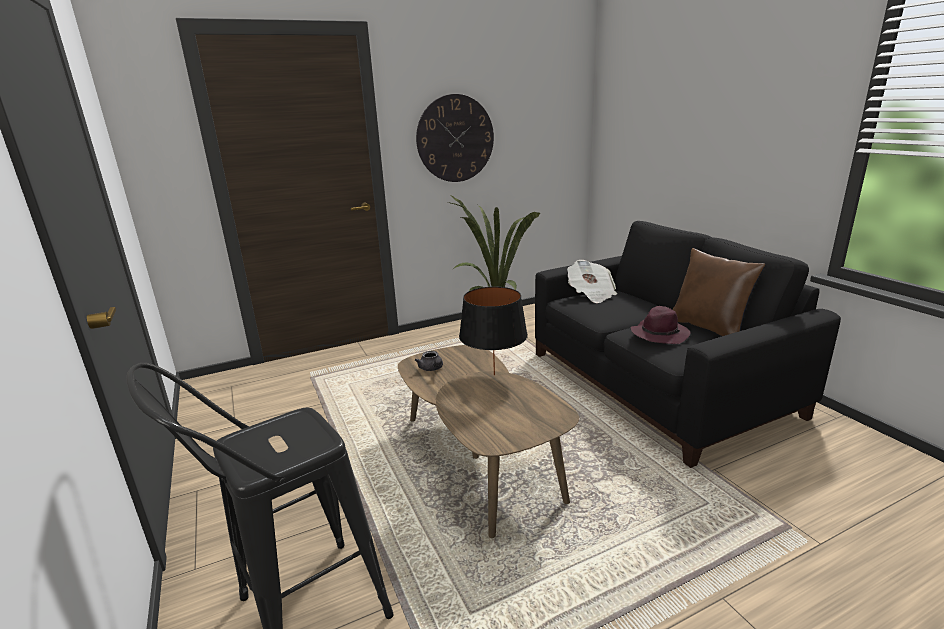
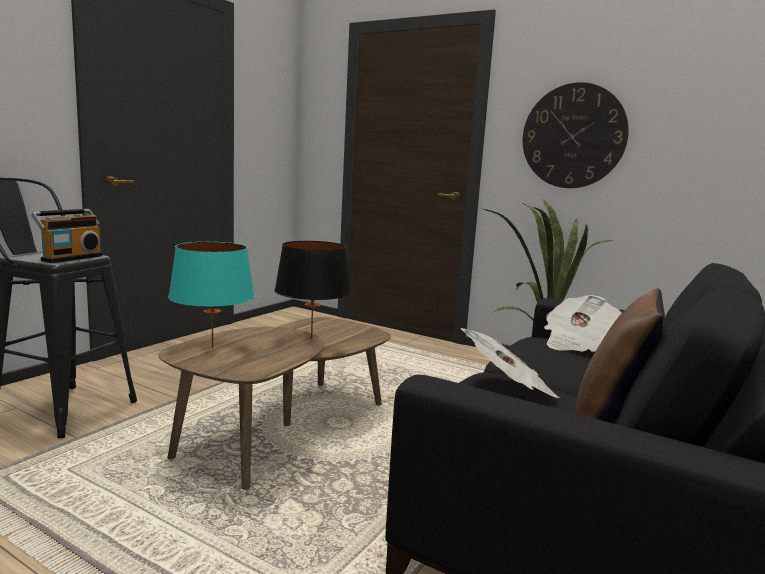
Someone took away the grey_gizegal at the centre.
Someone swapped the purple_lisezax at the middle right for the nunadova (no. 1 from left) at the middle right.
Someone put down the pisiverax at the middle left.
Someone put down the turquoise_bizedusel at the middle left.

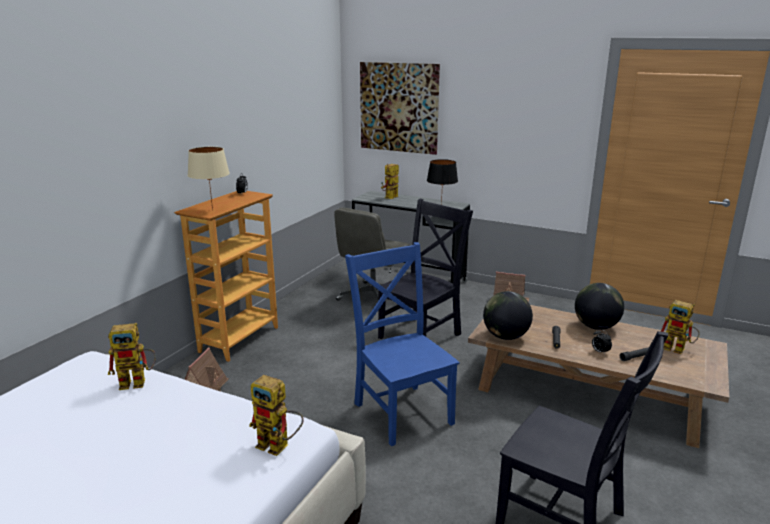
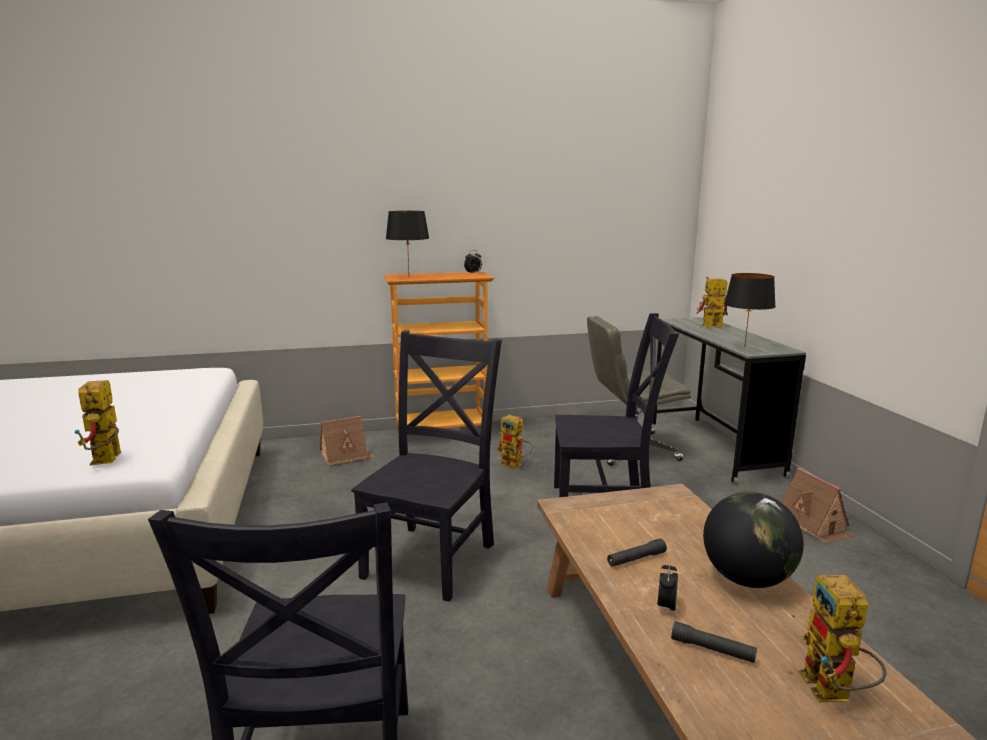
Someone carried the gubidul (no. 1 from left in the first image) from the bottom left to the centre.
Someone repainted the beige_bizedusel at the middle left, which became the black_bizedusel (no. 1 from left) at the top centre.
Someone repainted the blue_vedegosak at the centre, which became the black_vedegosak (no. 2 from left) at the centre.
Someone took away the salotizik at the top centre.
Someone took away the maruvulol (no. 1 from left) at the centre.

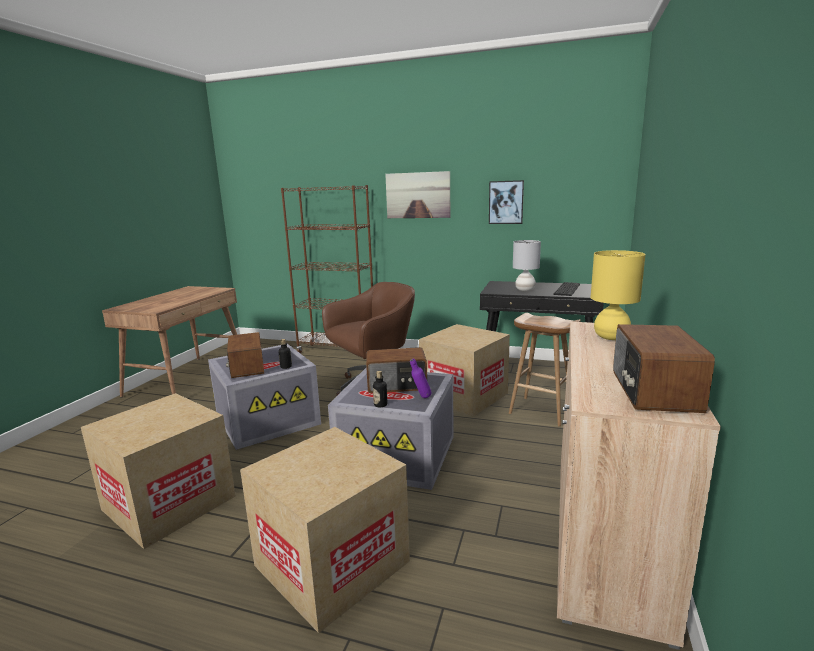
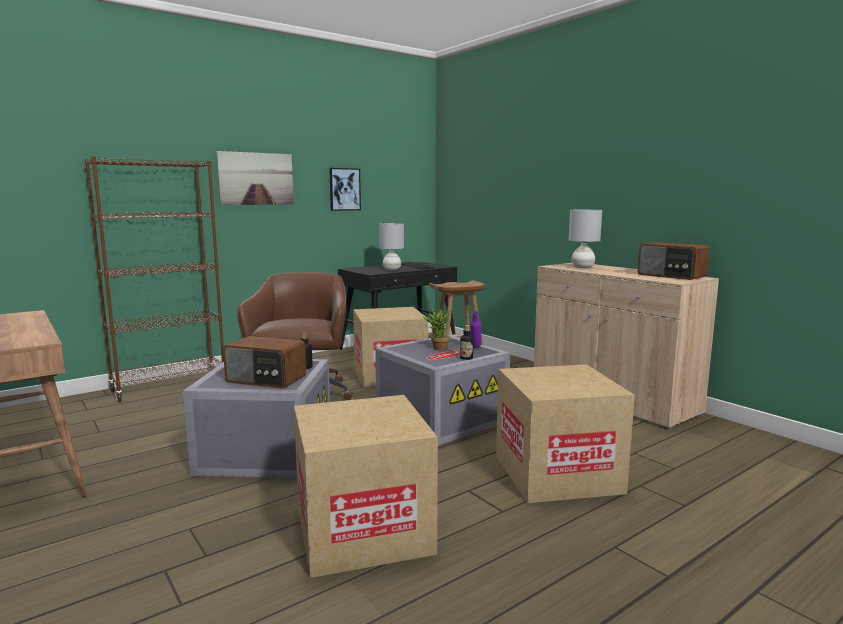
Someone swapped the pisiverax (no. 2 from left) at the centre for the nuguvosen at the centre.
Someone repainted the yellow_bizedusel at the middle right, which became the grey_bizedusel (no. 2 from left) at the middle right.

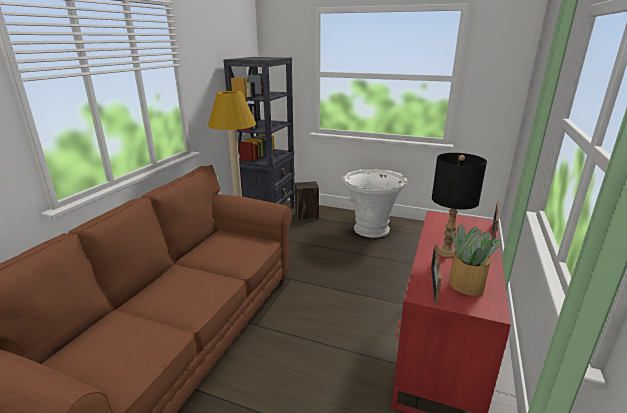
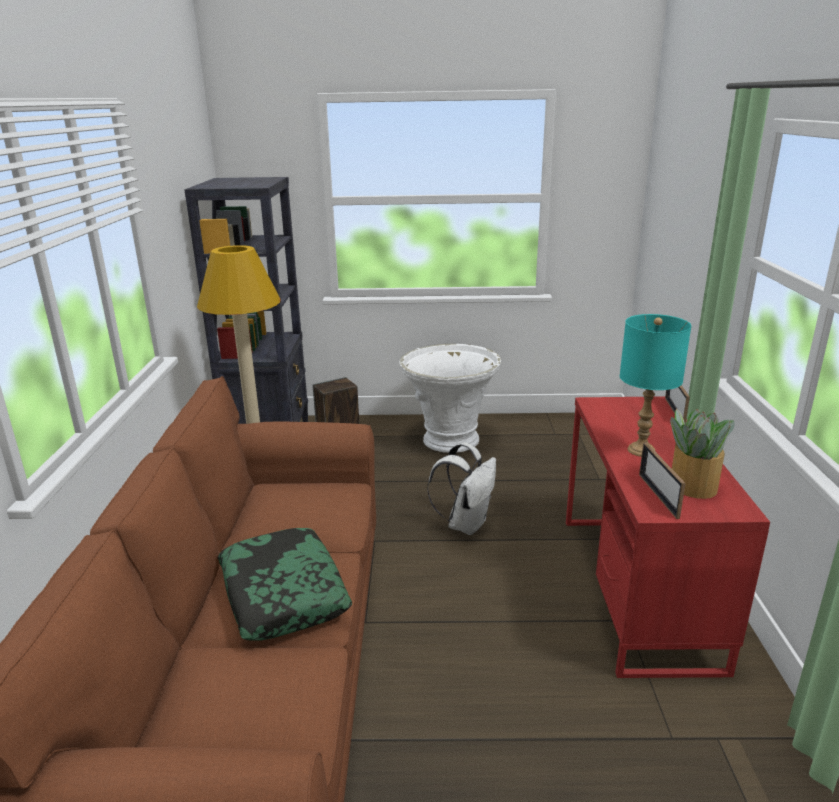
Someone repainted the black_bizedusel at the middle right, which became the turquoise_bizedusel at the middle right.
Someone put down the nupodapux at the bottom centre.
Someone put down the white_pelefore at the centre.

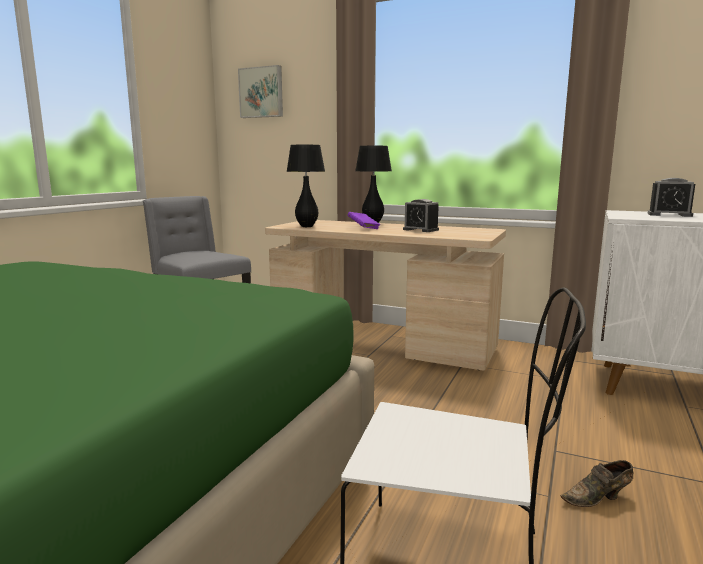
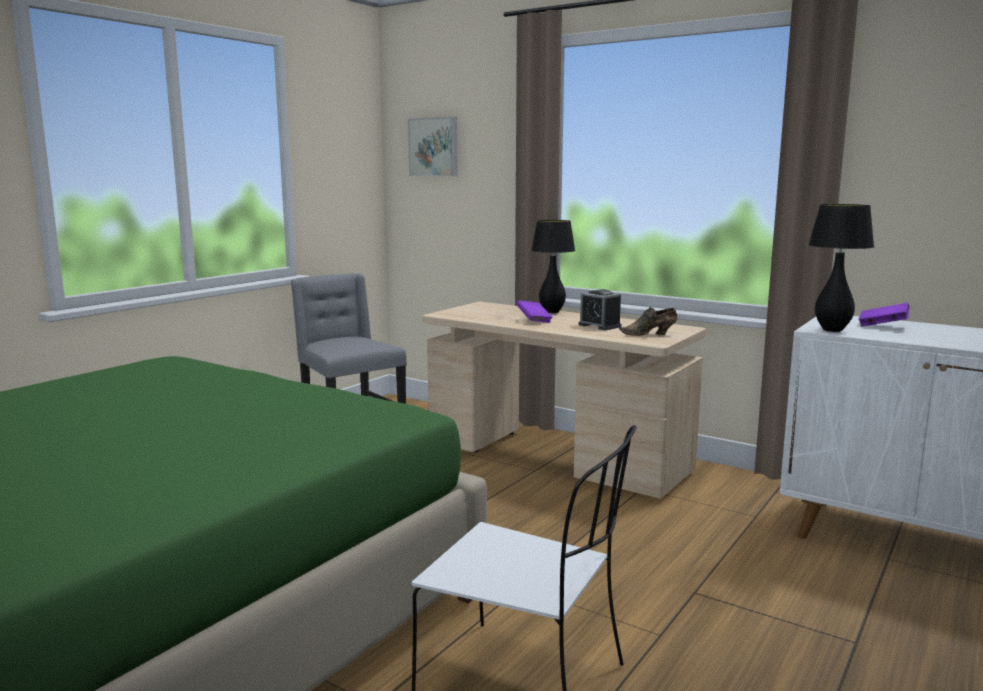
Someone carried the black_bizedusel (no. 1 from left in the first image) from the top centre to the middle right.
Someone carried the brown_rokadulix from the bottom right to the centre.
Someone swapped the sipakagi (no. 2 from left) at the middle right for the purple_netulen (no. 2 from left) at the middle right.

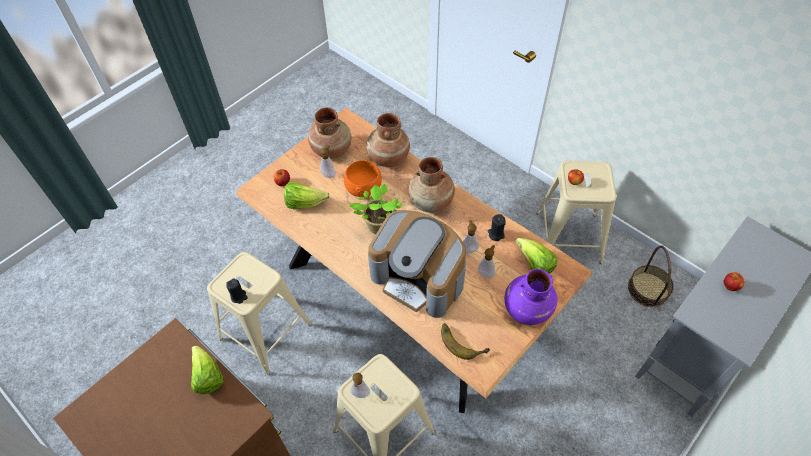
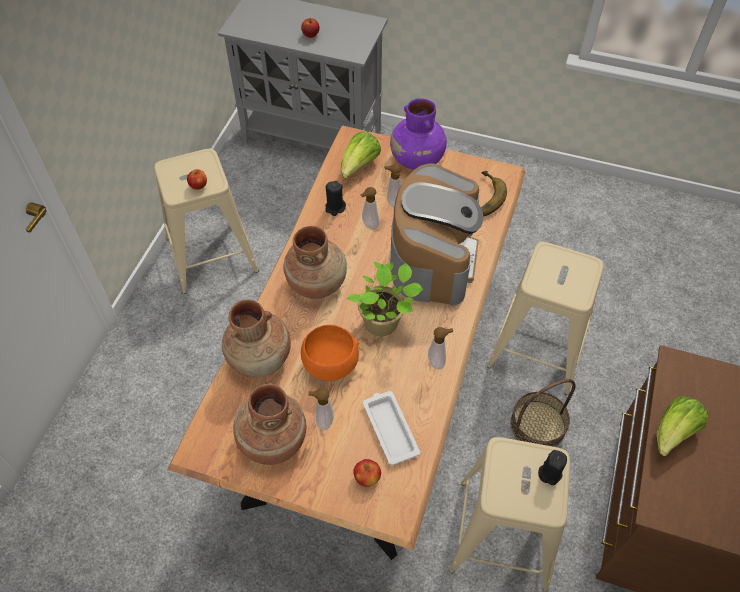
Someone swapped the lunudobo (no. 2 from left) at the centre for the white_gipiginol at the bottom centre.
Someone carried the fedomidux (no. 2 from left in the first image) from the bottom centre to the centre.
Someone carried the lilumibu from the middle right to the bottom right.

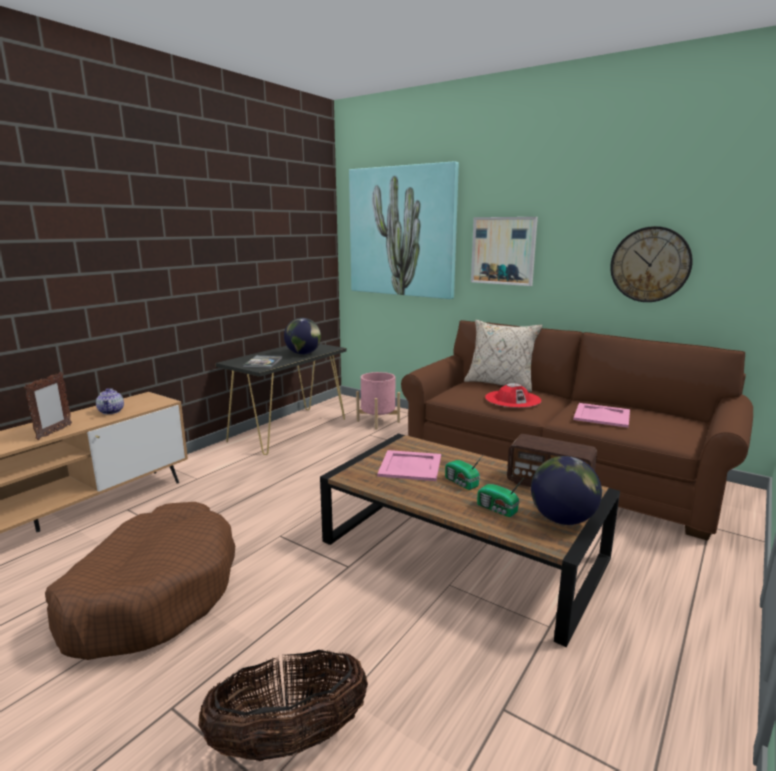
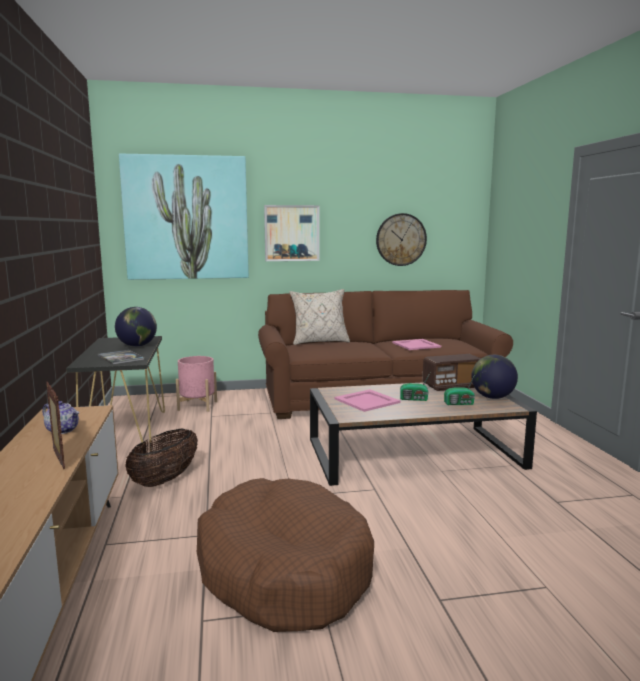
Someone carried the lilumibu from the bottom centre to the bottom left.
Someone took away the red_lisezax at the centre.

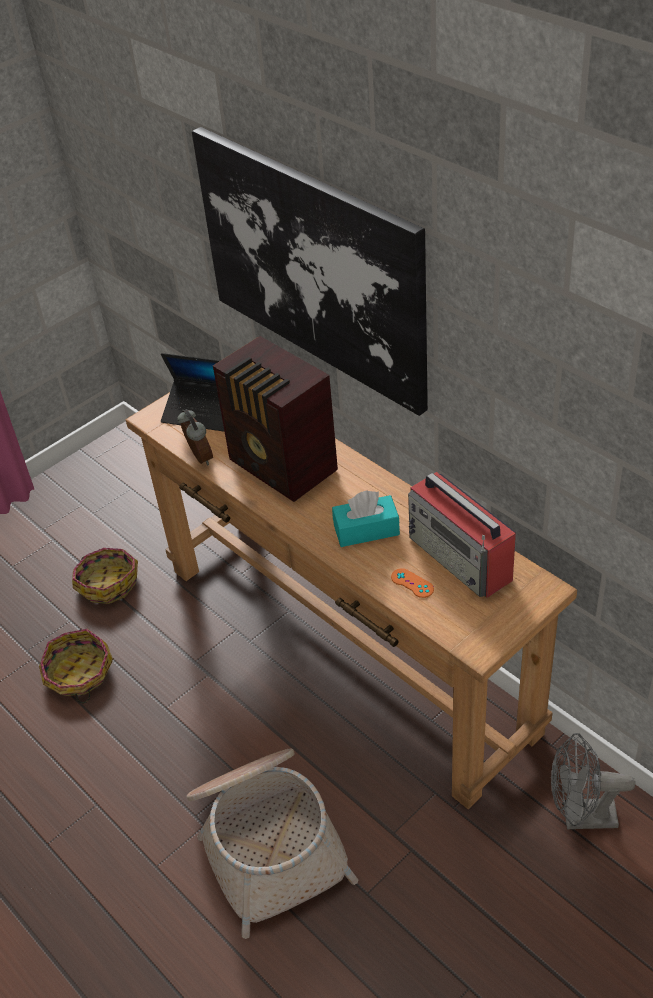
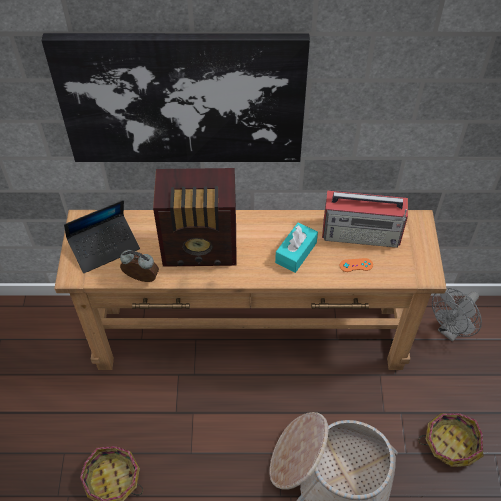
Someone carried the lilumibu (no. 2 from left in the first image) from the middle left to the bottom right.

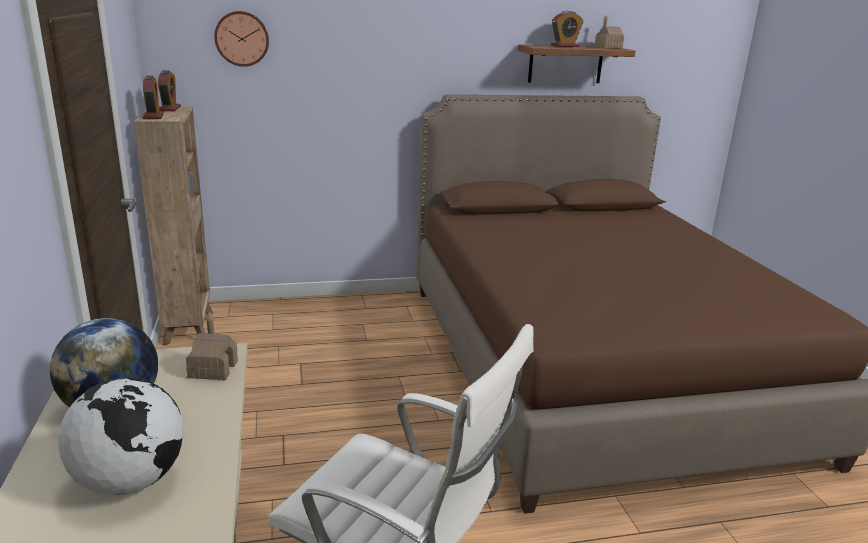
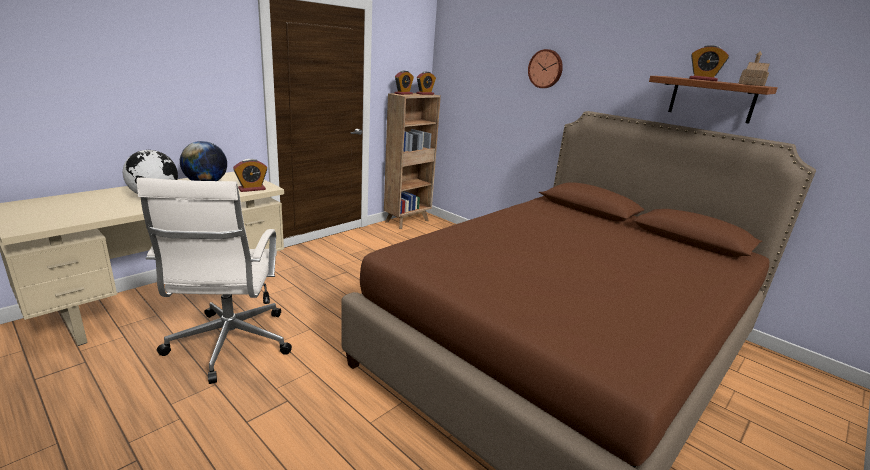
Someone swapped the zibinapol (no. 1 from left) at the middle left for the sipakagi (no. 1 from left) at the middle left.
Someone carried the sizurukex from the top left to the top centre.

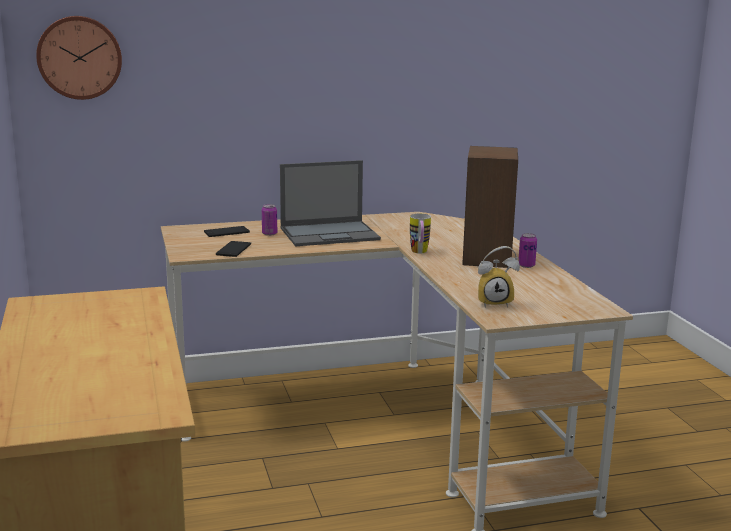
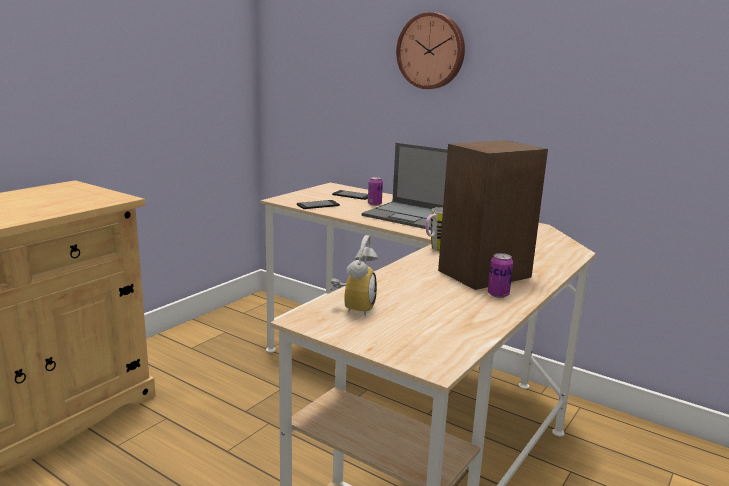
Someone carried the sizurukex from the top left to the top centre.
Someone rotated the sipakagi at the middle right by 120 degrees counterclockwise.

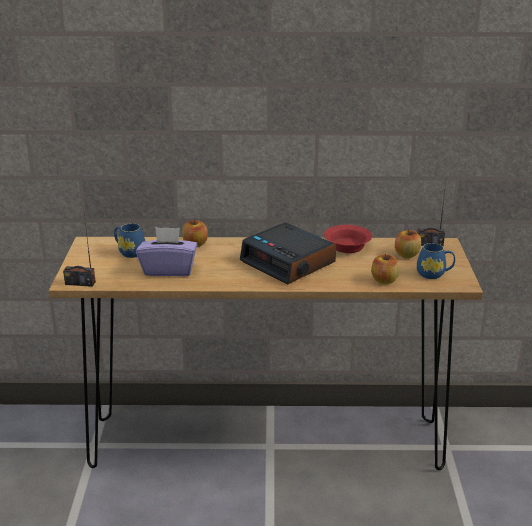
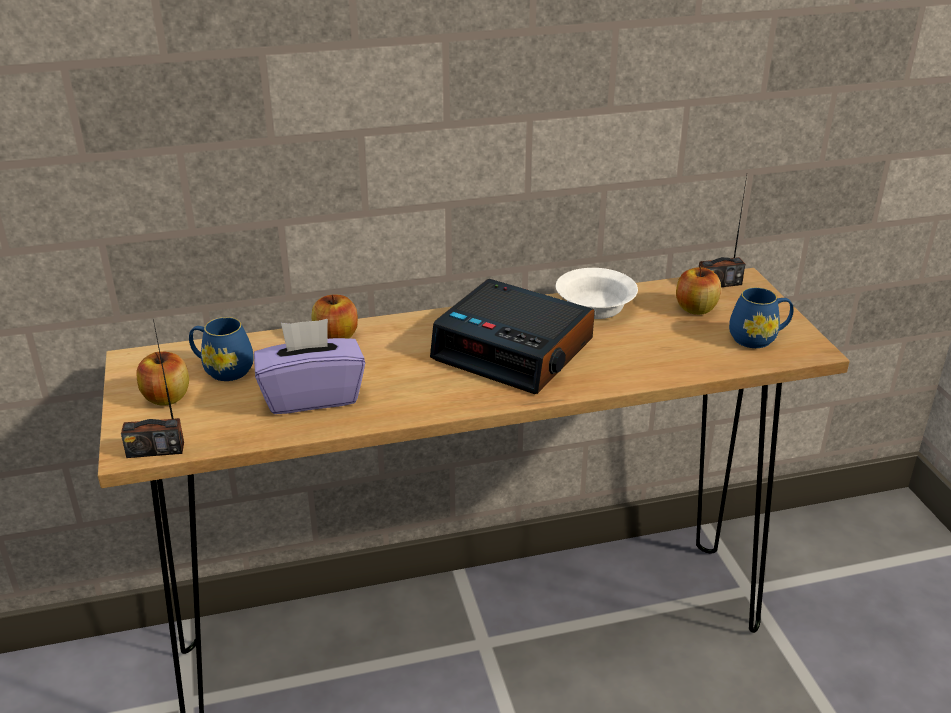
Someone repainted the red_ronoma at the centre, which became the white_ronoma at the centre.
Someone carried the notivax (no. 2 from left in the first image) from the middle right to the middle left.

